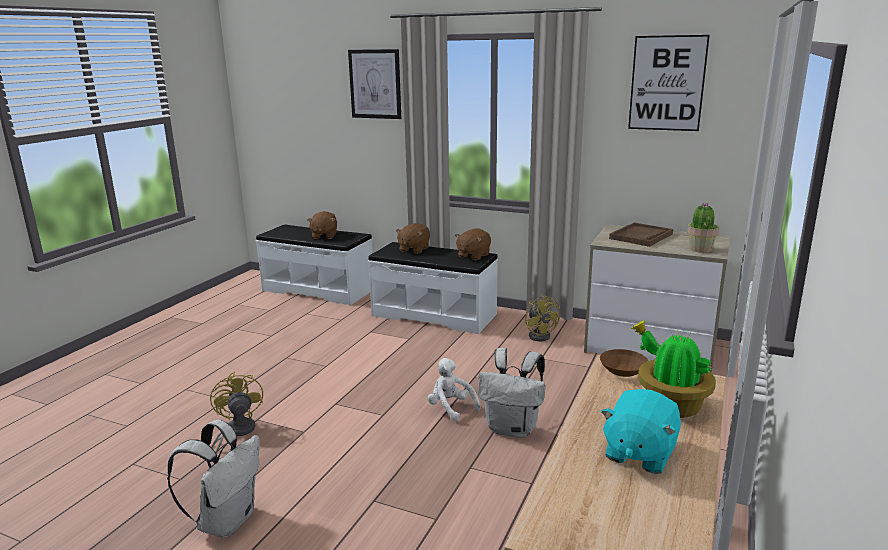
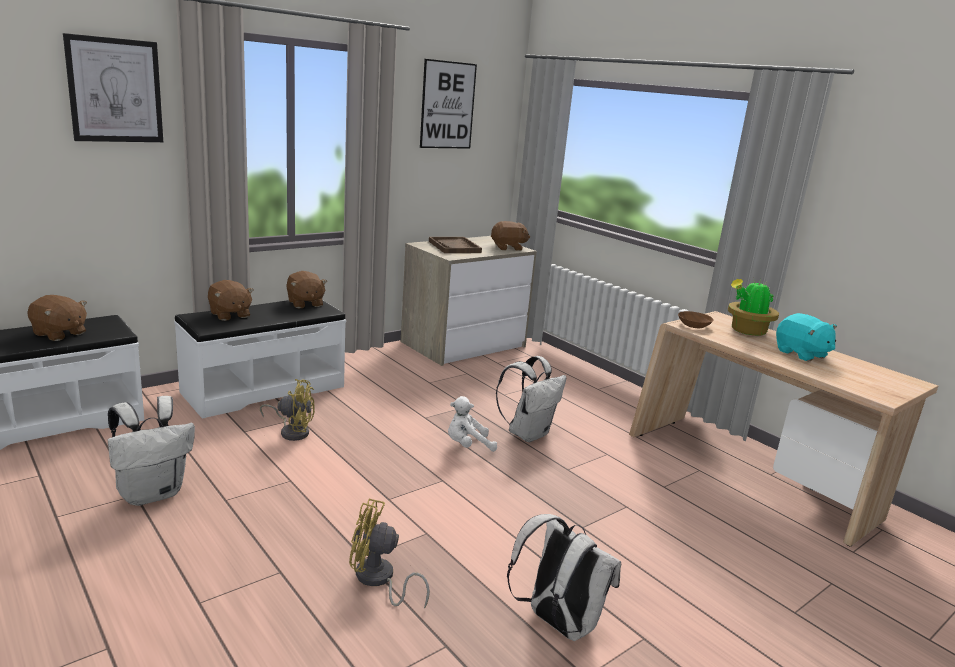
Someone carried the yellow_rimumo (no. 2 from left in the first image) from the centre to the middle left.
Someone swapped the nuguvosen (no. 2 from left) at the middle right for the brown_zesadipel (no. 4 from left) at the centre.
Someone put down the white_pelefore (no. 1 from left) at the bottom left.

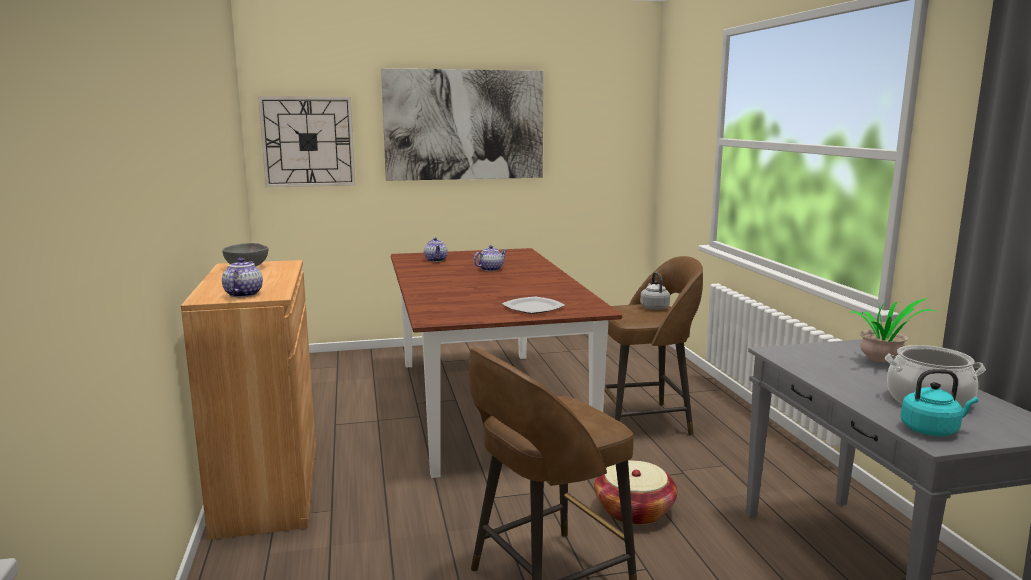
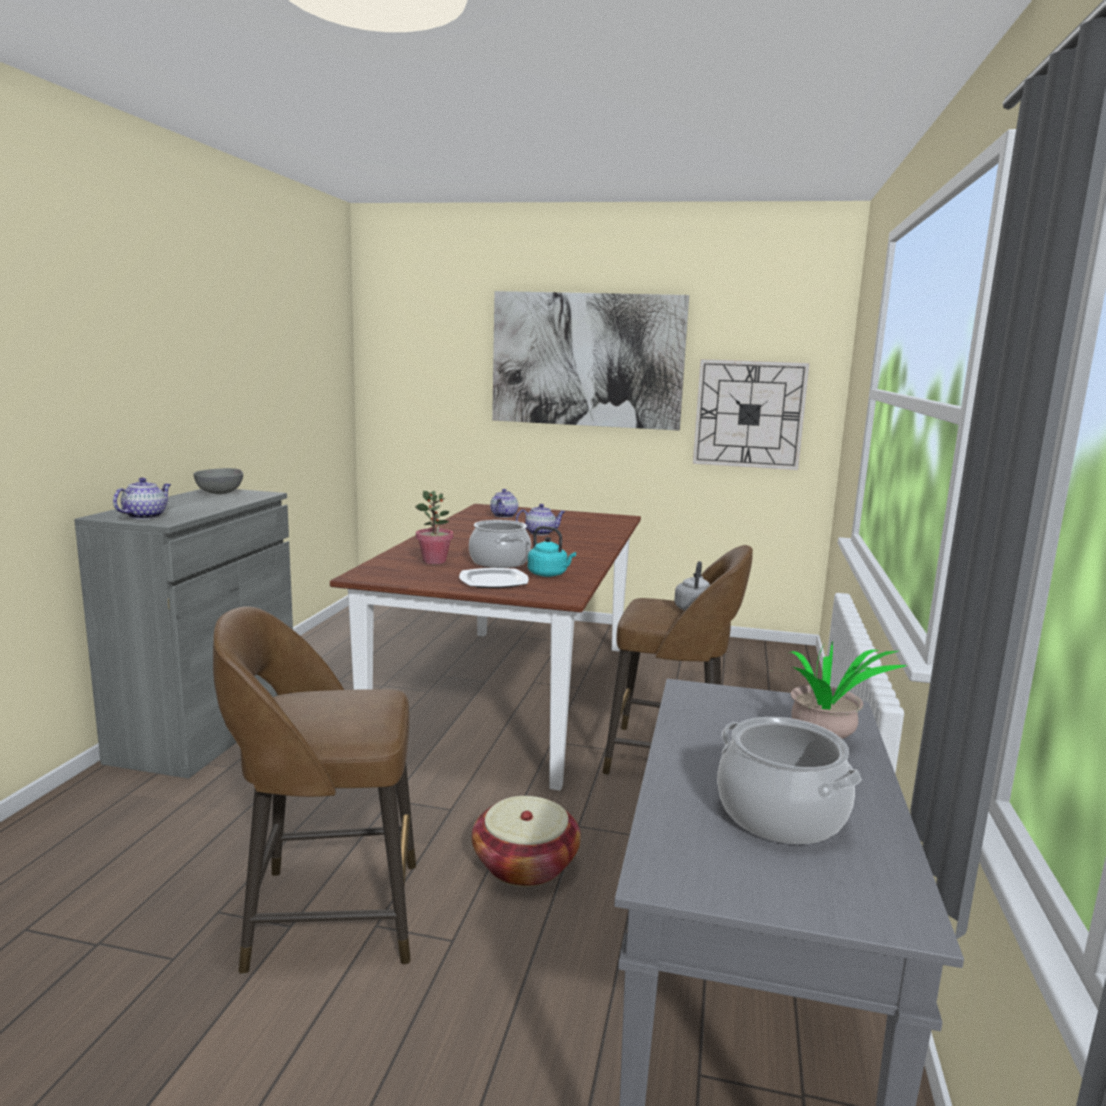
Someone repainted the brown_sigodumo at the bottom left, which became the grey_sigodumo at the middle left.
Someone carried the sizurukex from the top left to the middle right.
Someone carried the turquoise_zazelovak from the bottom right to the centre.
Someone put down the nuguvosen (no. 1 from left) at the centre.
Someone put down the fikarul (no. 1 from left) at the centre.

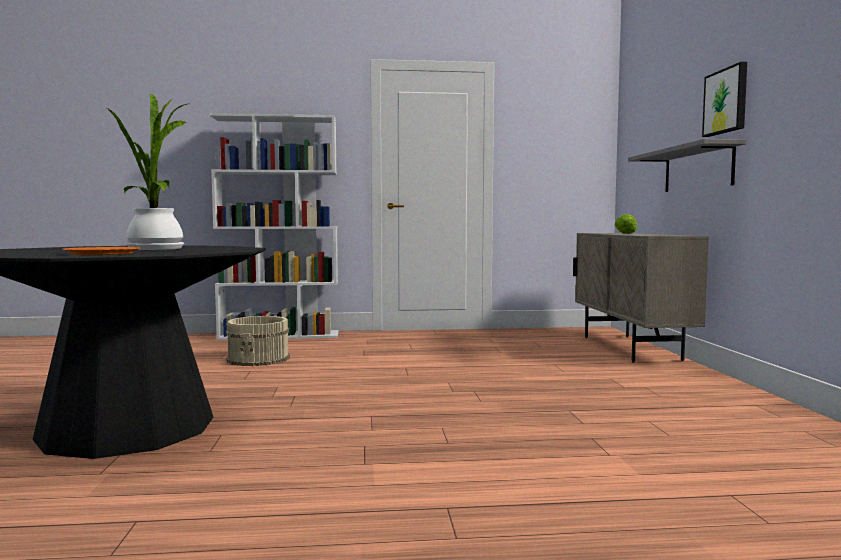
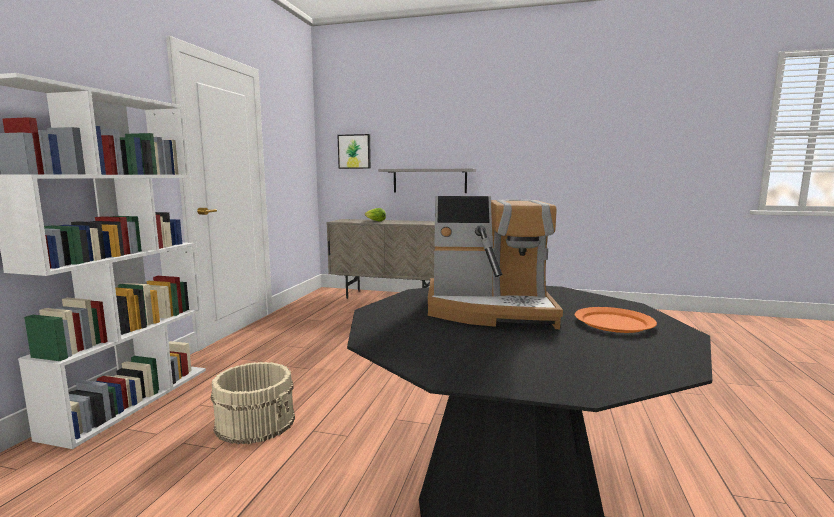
Someone swapped the nuguvosen at the top left for the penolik at the centre.
Someone carried the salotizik from the top right to the top centre.

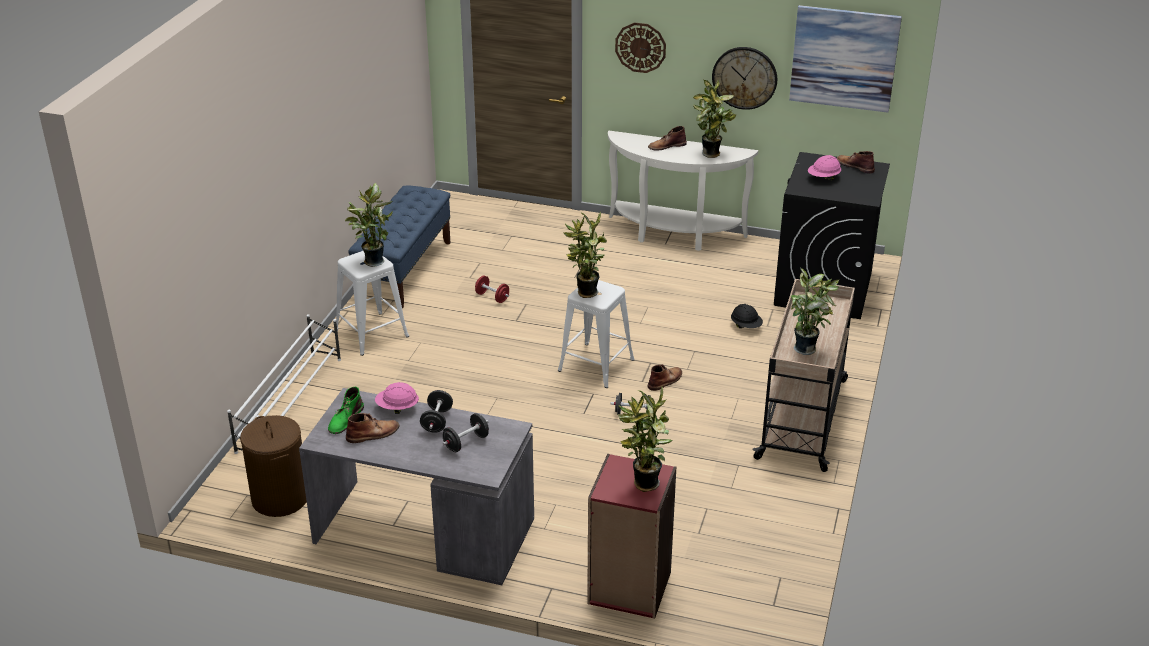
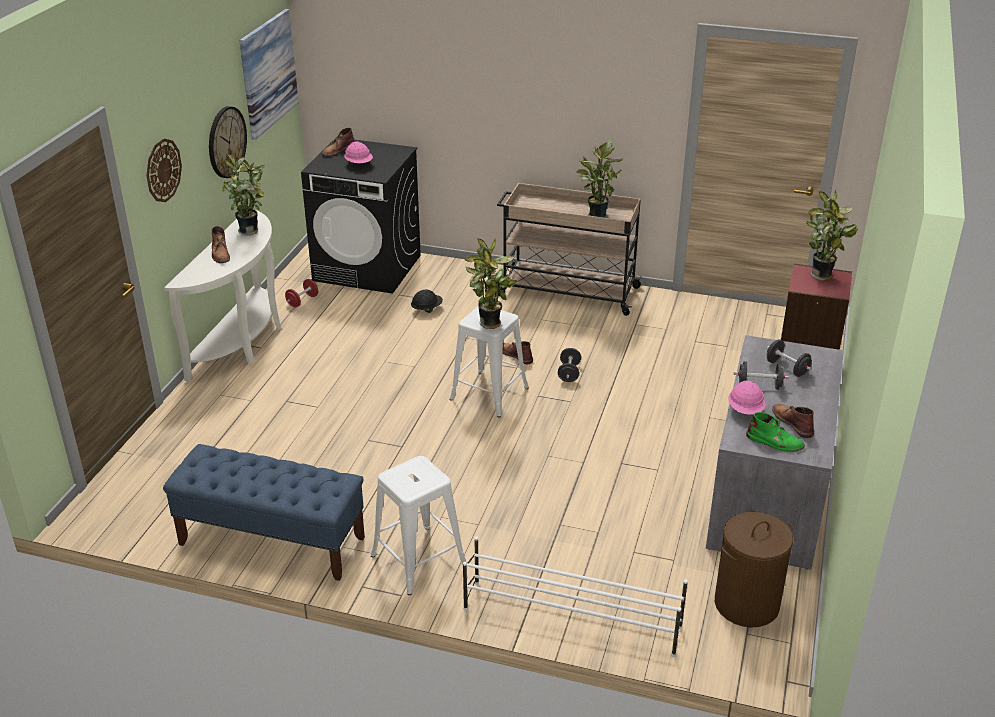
Someone took away the nuguvosen (no. 1 from left) at the middle left.
Someone carried the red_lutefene from the centre to the middle left.

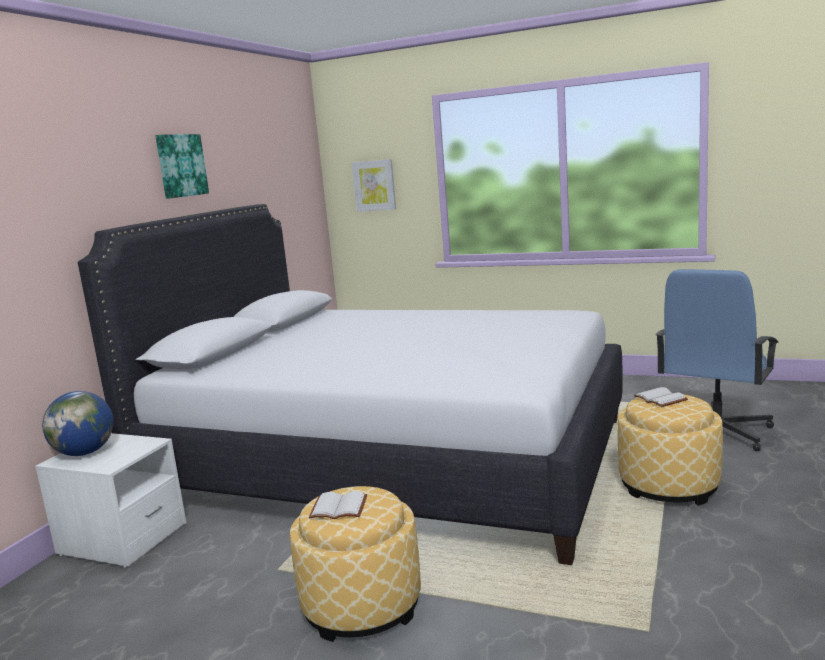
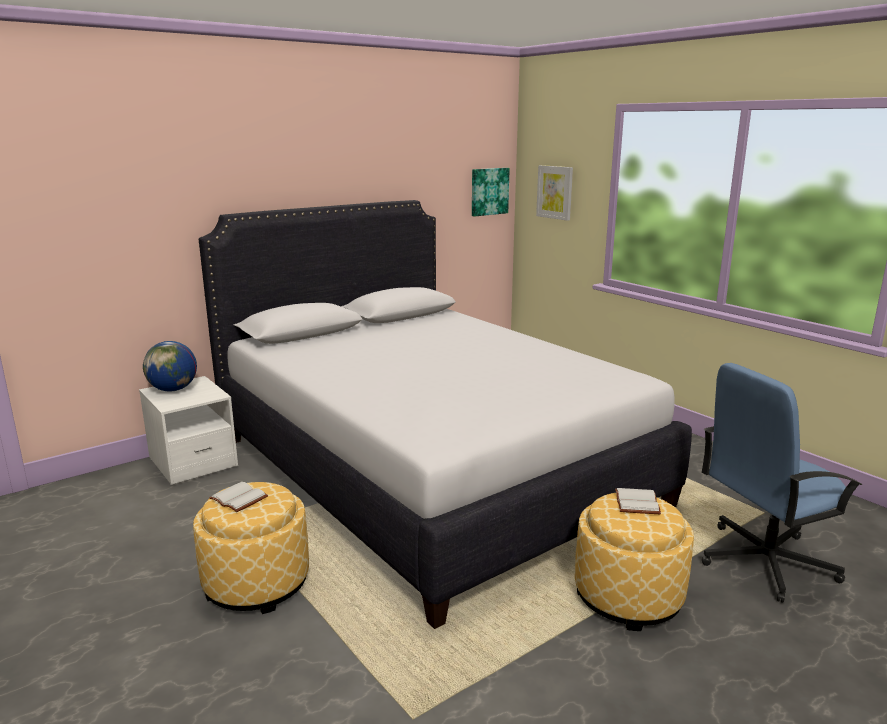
Someone carried the salotizik (no. 1 from left) from the top left to the top centre.

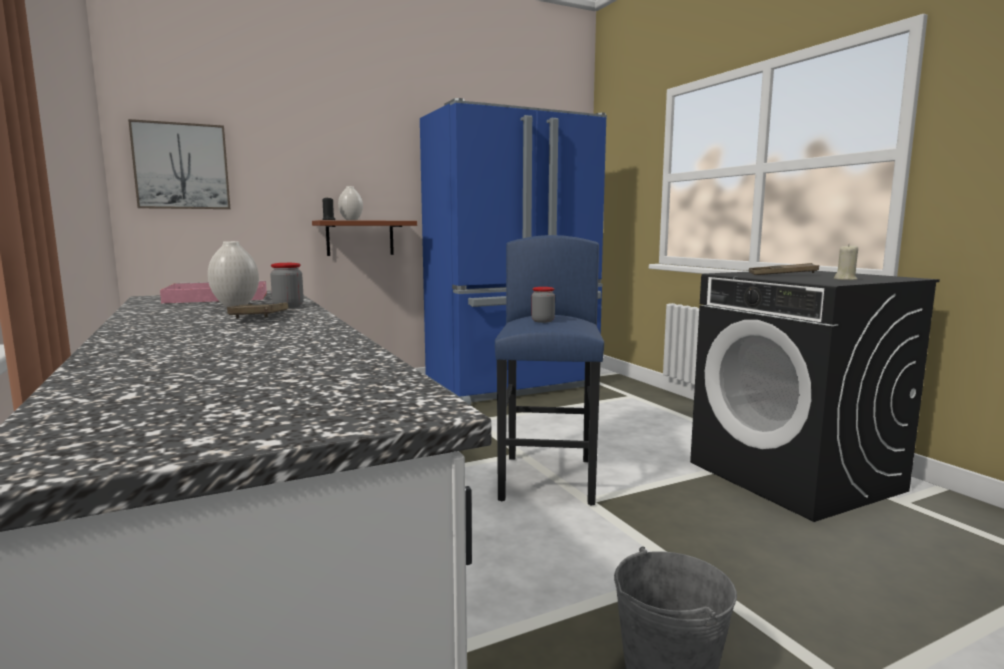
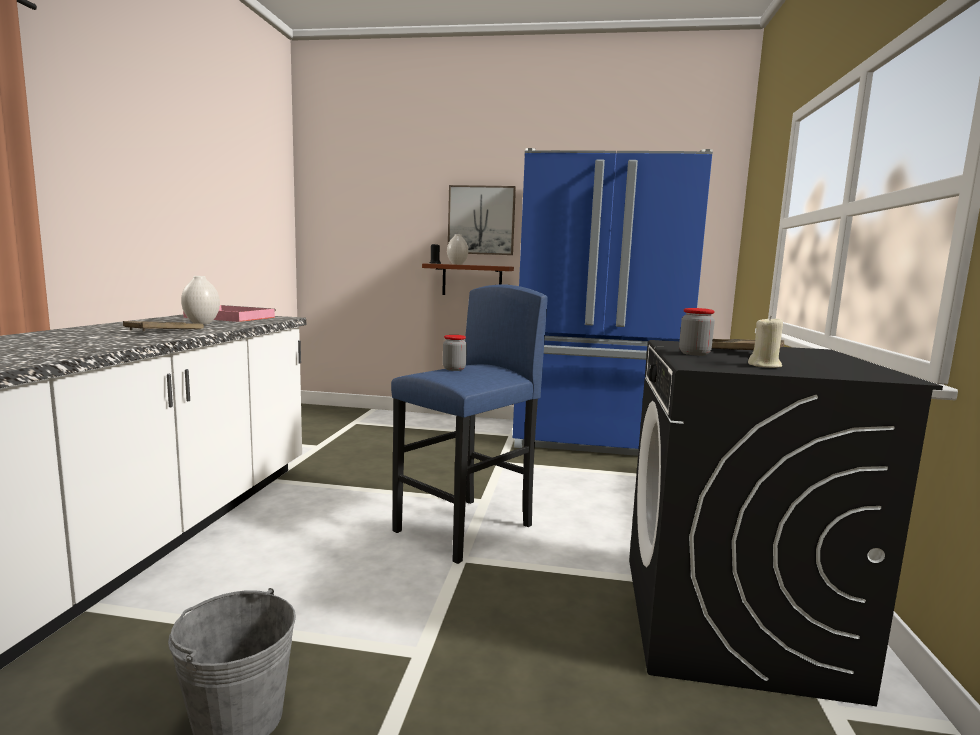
Someone carried the salotizik from the top left to the top centre.
Someone carried the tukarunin (no. 1 from left in the first image) from the middle left to the middle right.

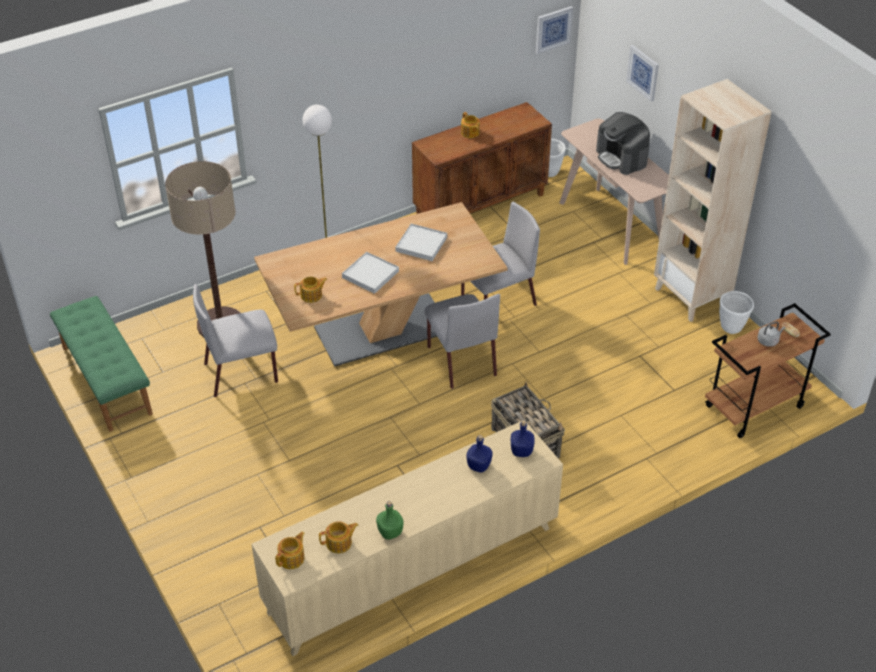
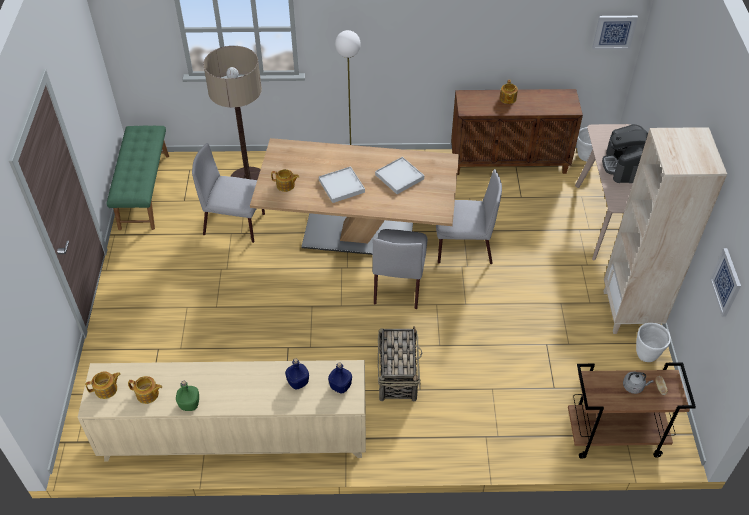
Someone carried the salotizik (no. 2 from left) from the top right to the middle right.

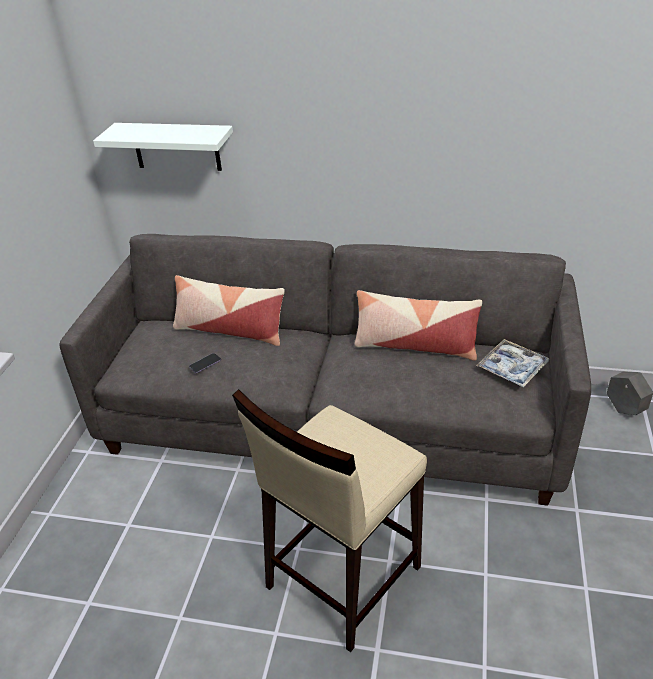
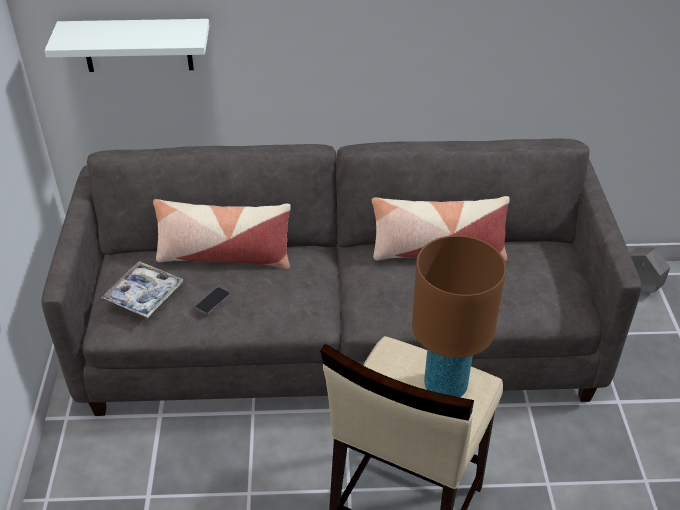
Someone carried the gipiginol from the middle right to the middle left.
Someone put down the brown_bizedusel at the middle right.

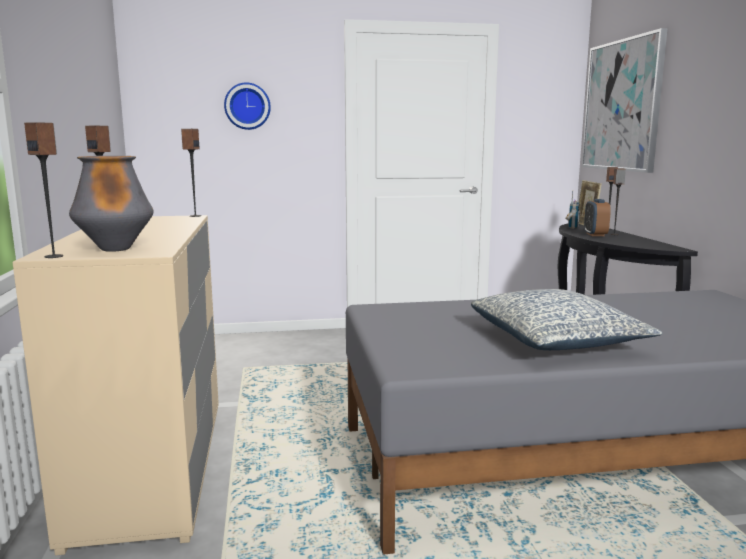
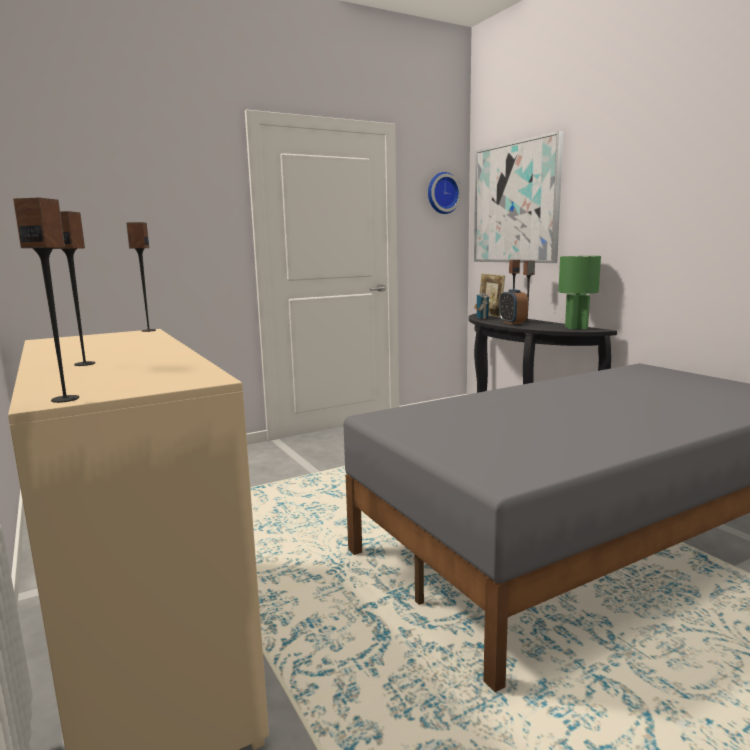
Someone took away the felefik at the middle left.
Someone carried the sizurukex from the top left to the top centre.
Someone took away the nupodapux at the middle right.
Someone put down the green_bizedusel at the middle right.

